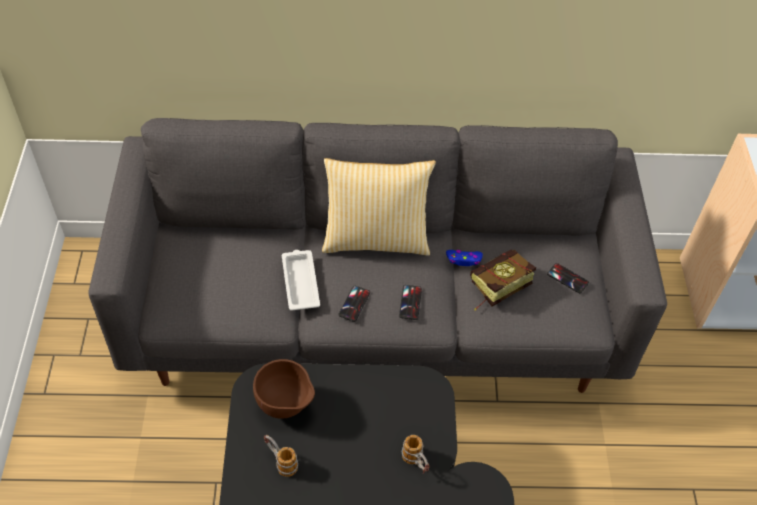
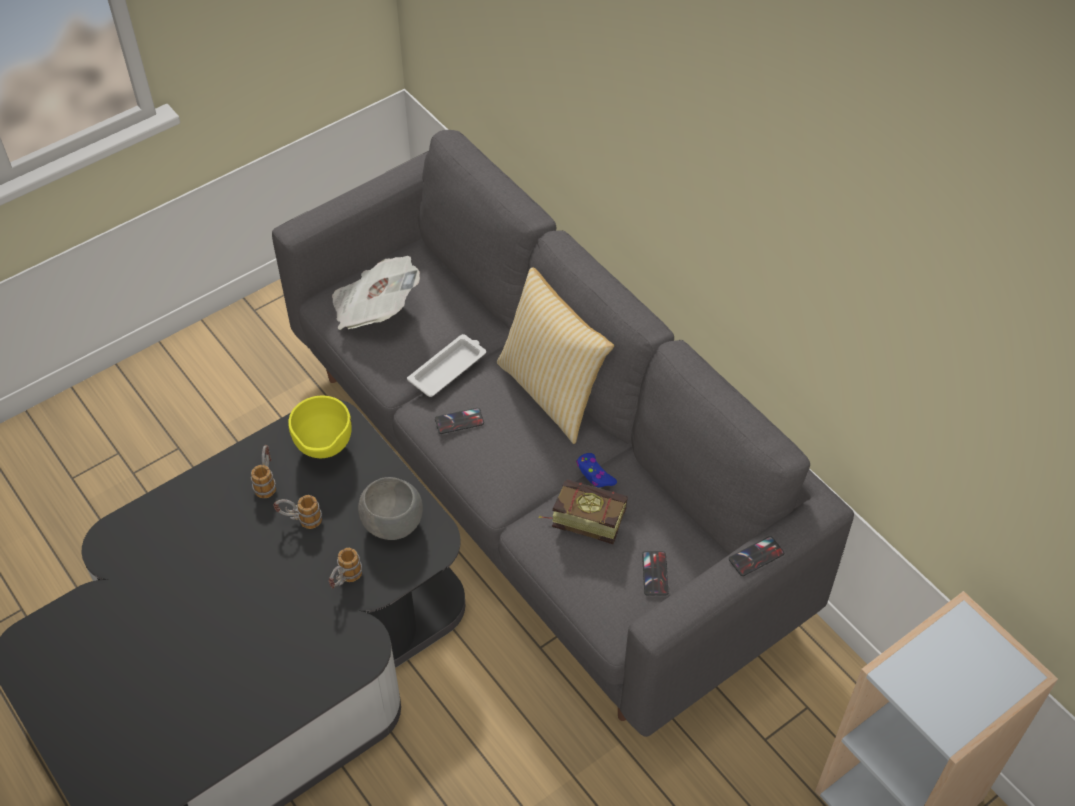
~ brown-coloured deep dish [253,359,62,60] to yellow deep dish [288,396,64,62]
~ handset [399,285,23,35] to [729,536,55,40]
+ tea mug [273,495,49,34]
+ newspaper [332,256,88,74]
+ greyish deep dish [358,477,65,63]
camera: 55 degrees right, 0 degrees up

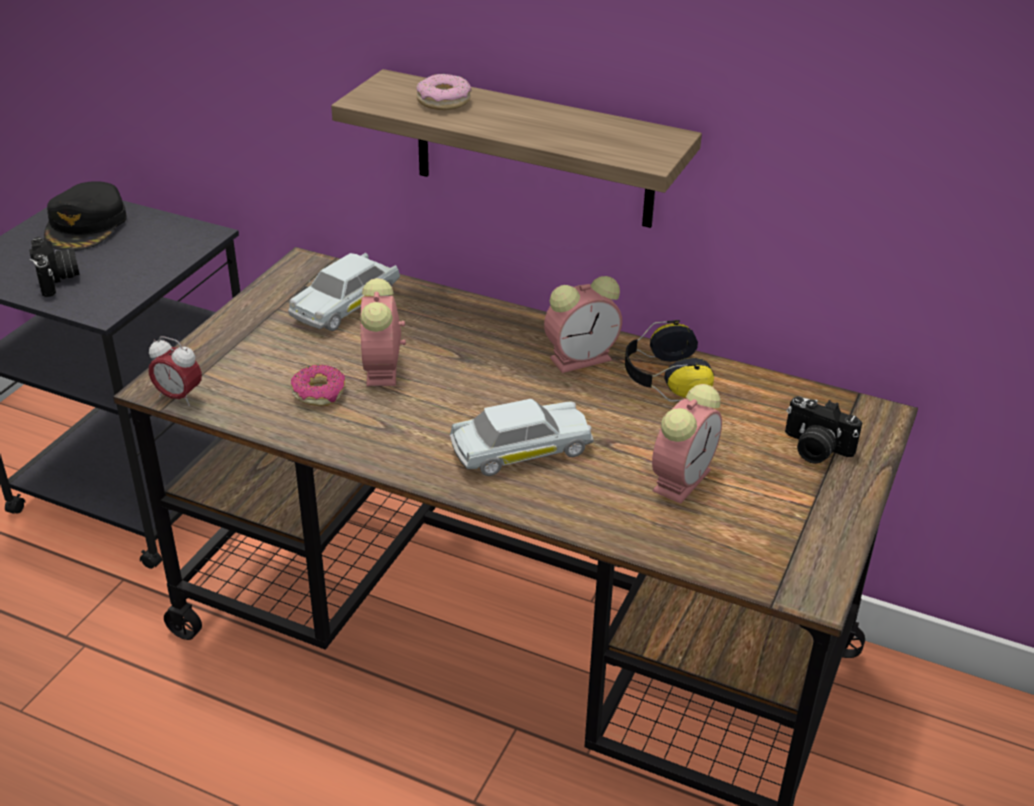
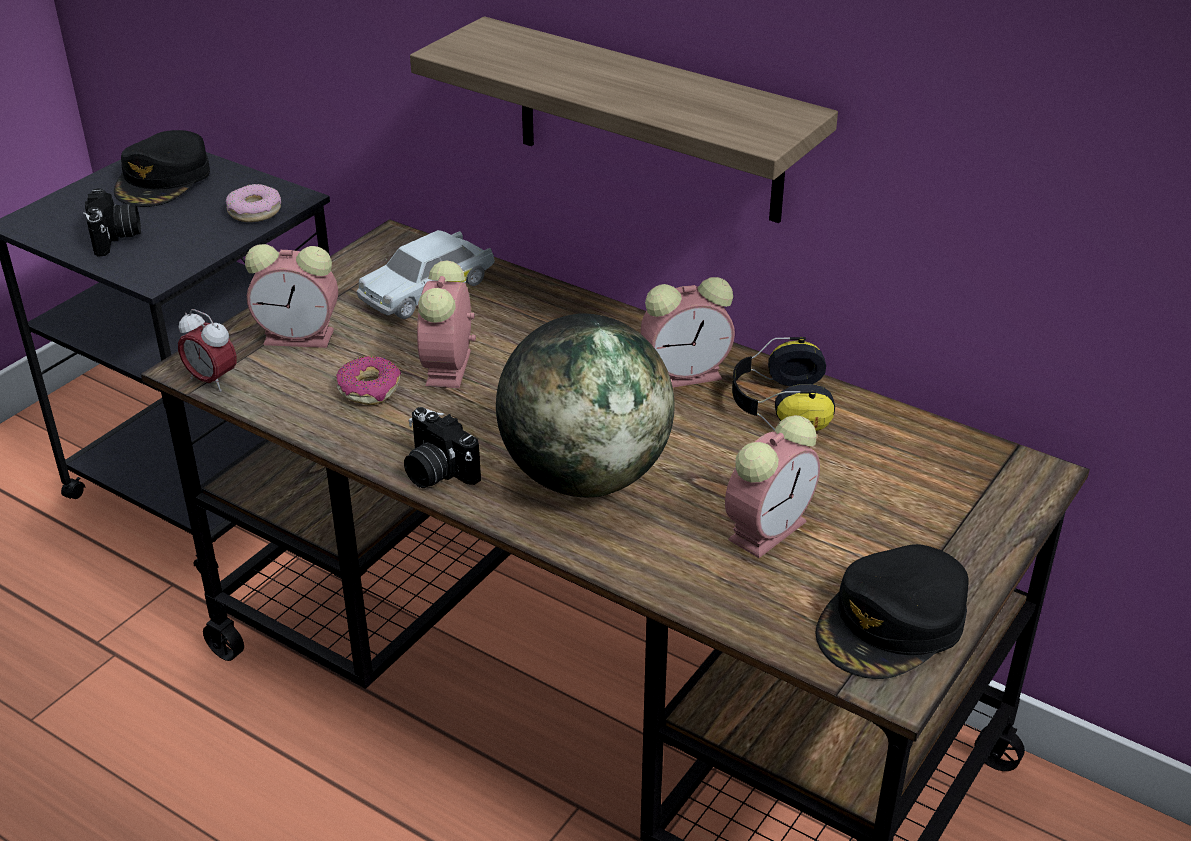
~ doughnut [416,74,56,36] to [226,184,55,38]
~ white-coloured miniature car [450,399,144,77] to desk globe [496,313,179,184]
~ still camera [785,396,78,68] to [404,407,77,81]
+ bedside clock [245,244,93,104]
+ blackish baseball cap [815,544,153,135]
camera: 10 degrees right, 0 degrees up

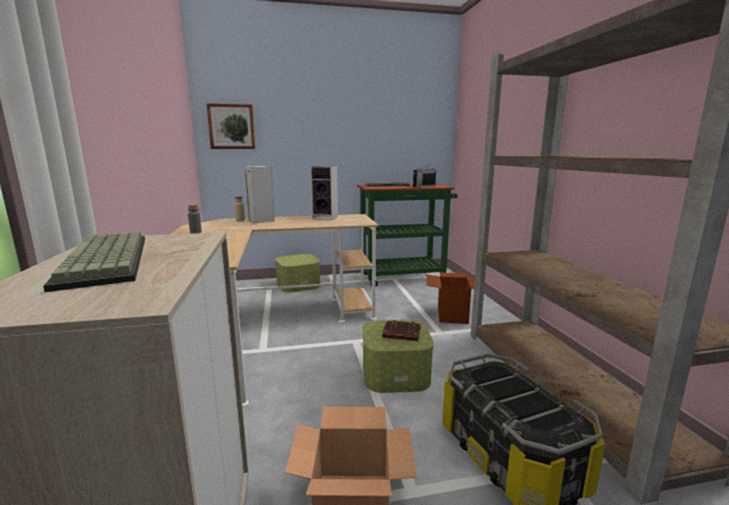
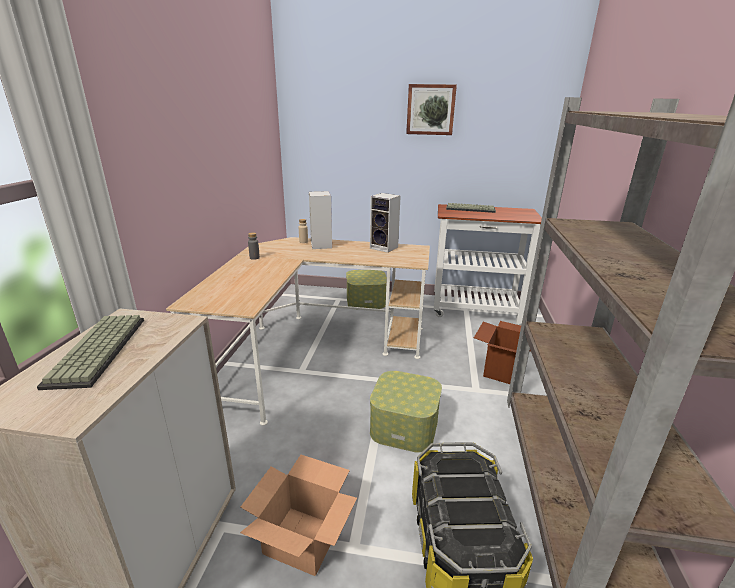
~ wall picture [206,103,49,46] to [406,84,51,51]
~ greenish trolley [357,184,101,102] to white-coloured trolley [434,204,108,121]
- brown-coloured volume [382,320,39,21]
- radio [413,165,23,22]
camera: 20 degrees right, 10 degrees up

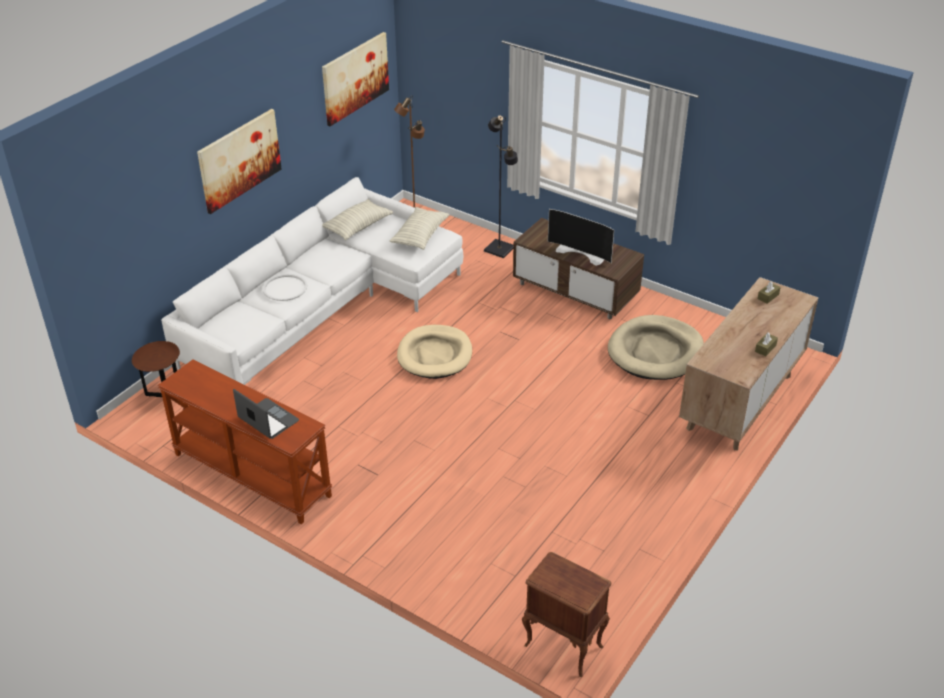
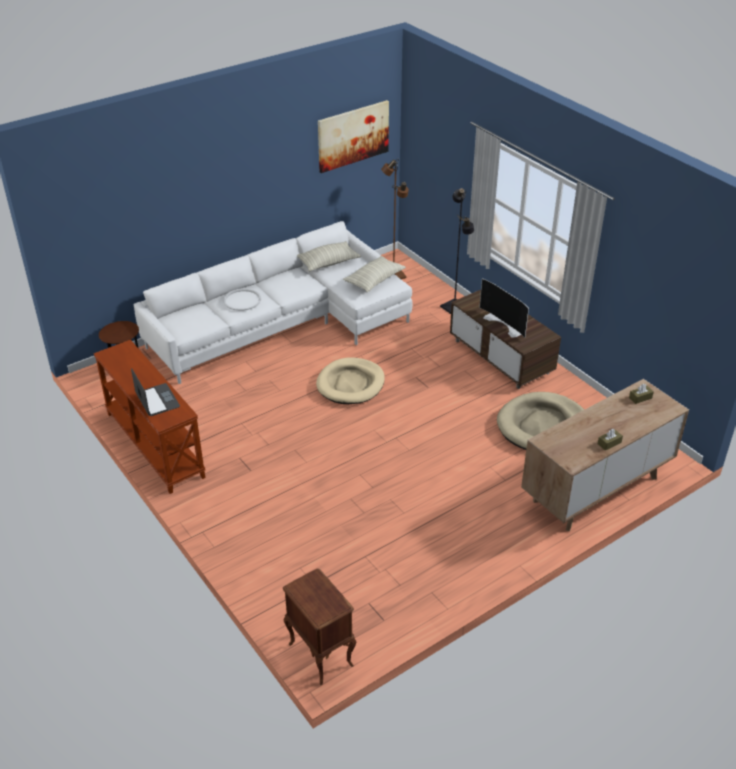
- wall picture [197,109,85,105]
camera: 20 degrees right, 0 degrees up

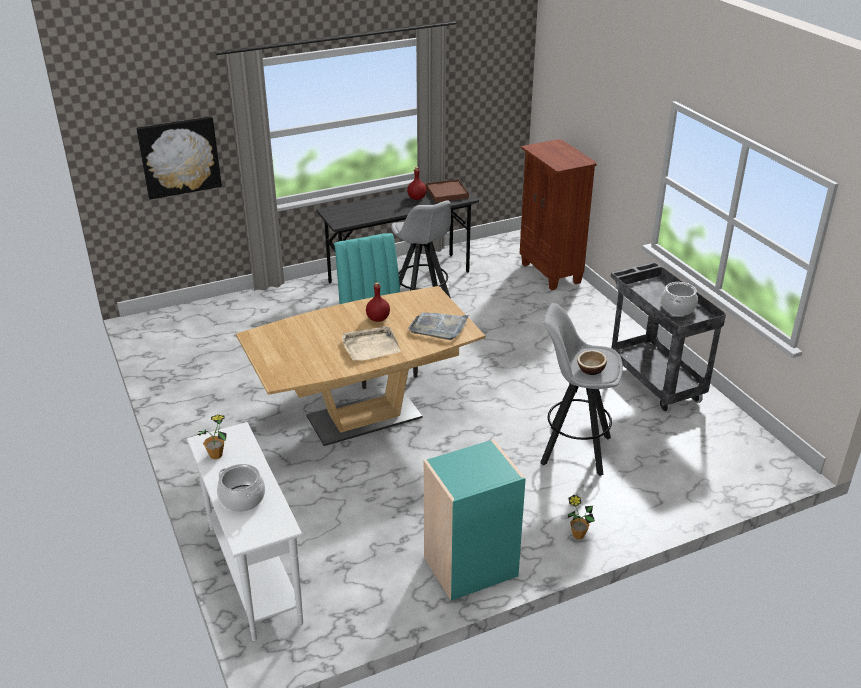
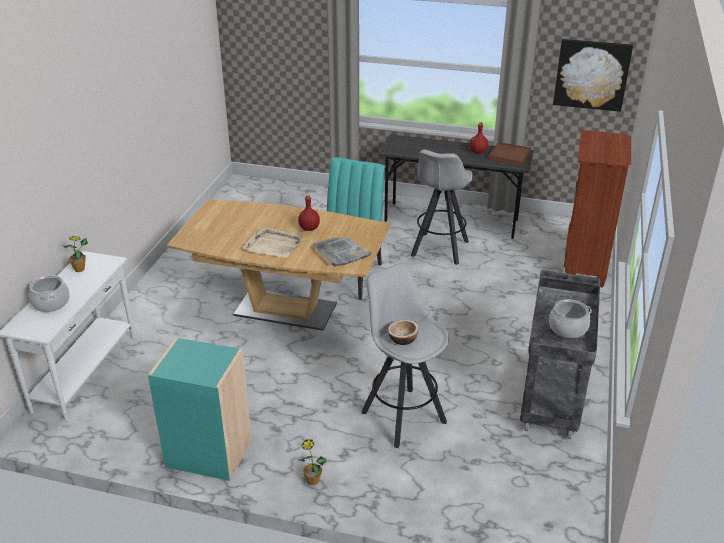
~ wall picture [136,117,86,83] to [553,39,80,73]
camera: 40 degrees right, 0 degrees up

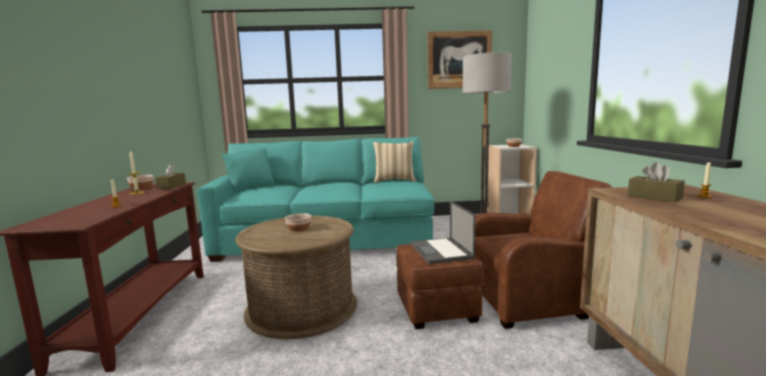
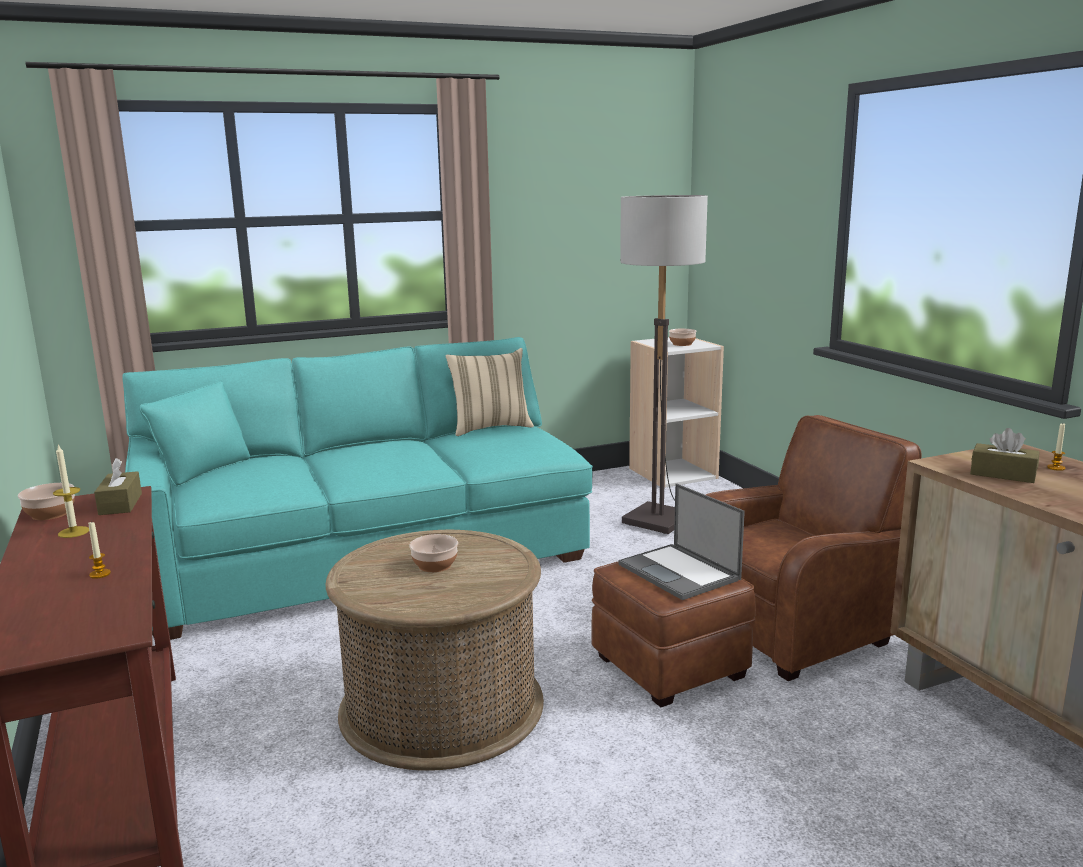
- wall picture [428,30,64,59]
camera: 20 degrees left, 5 degrees up

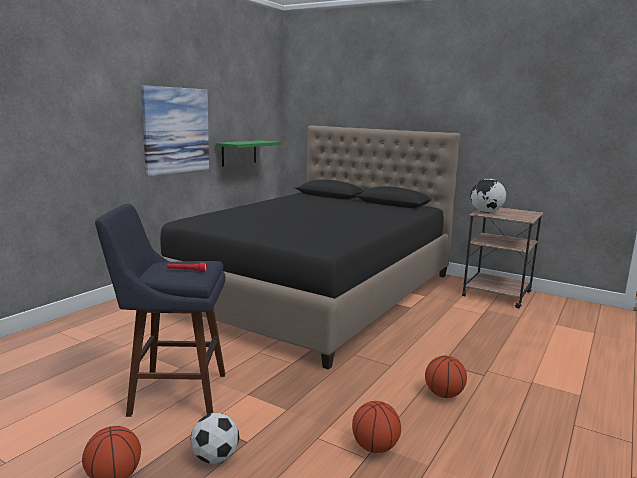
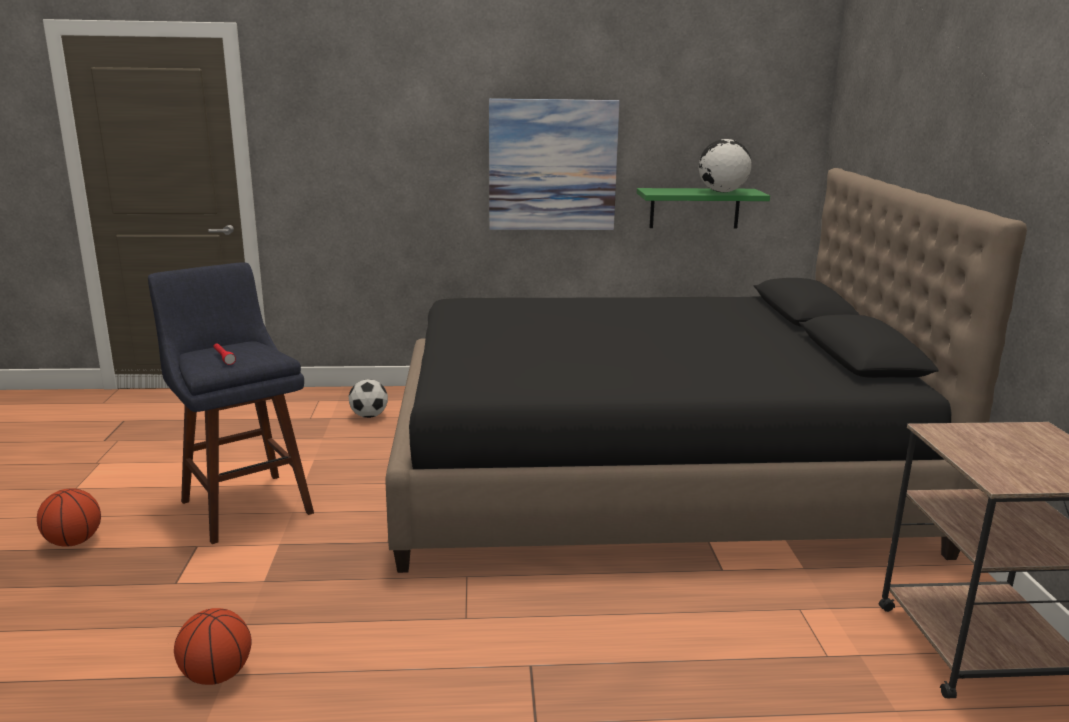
~ ball for football [190,413,49,51] to [349,379,39,39]
- ball for basketball [425,356,42,42]
~ desk globe [471,178,35,35] to [699,139,53,53]
camera: 55 degrees right, 5 degrees up

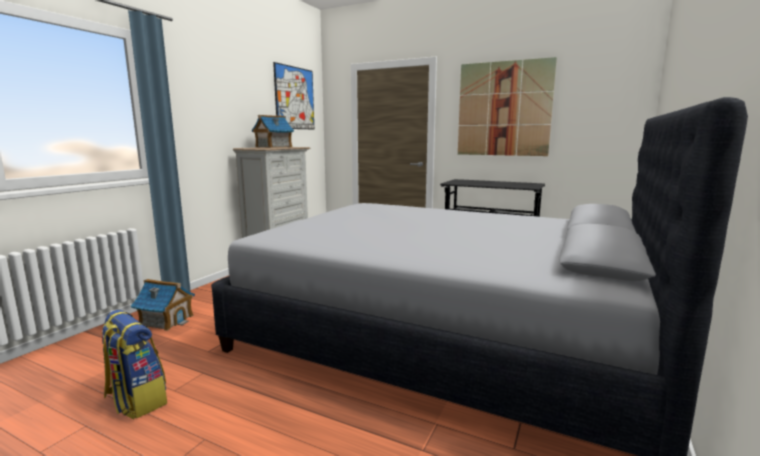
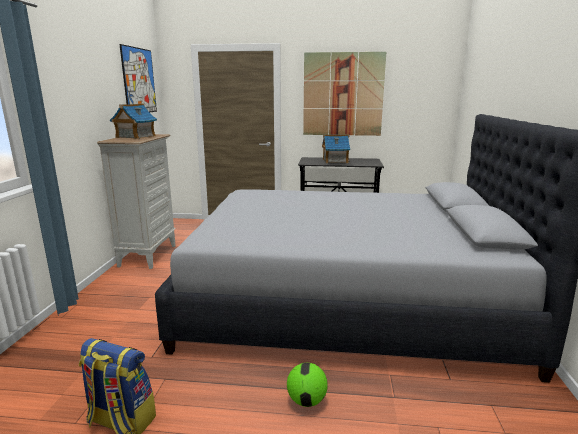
~ toy house [131,279,64,52] to [322,134,28,29]
+ ball for football [287,363,41,44]
camera: 20 degrees left, 5 degrees up

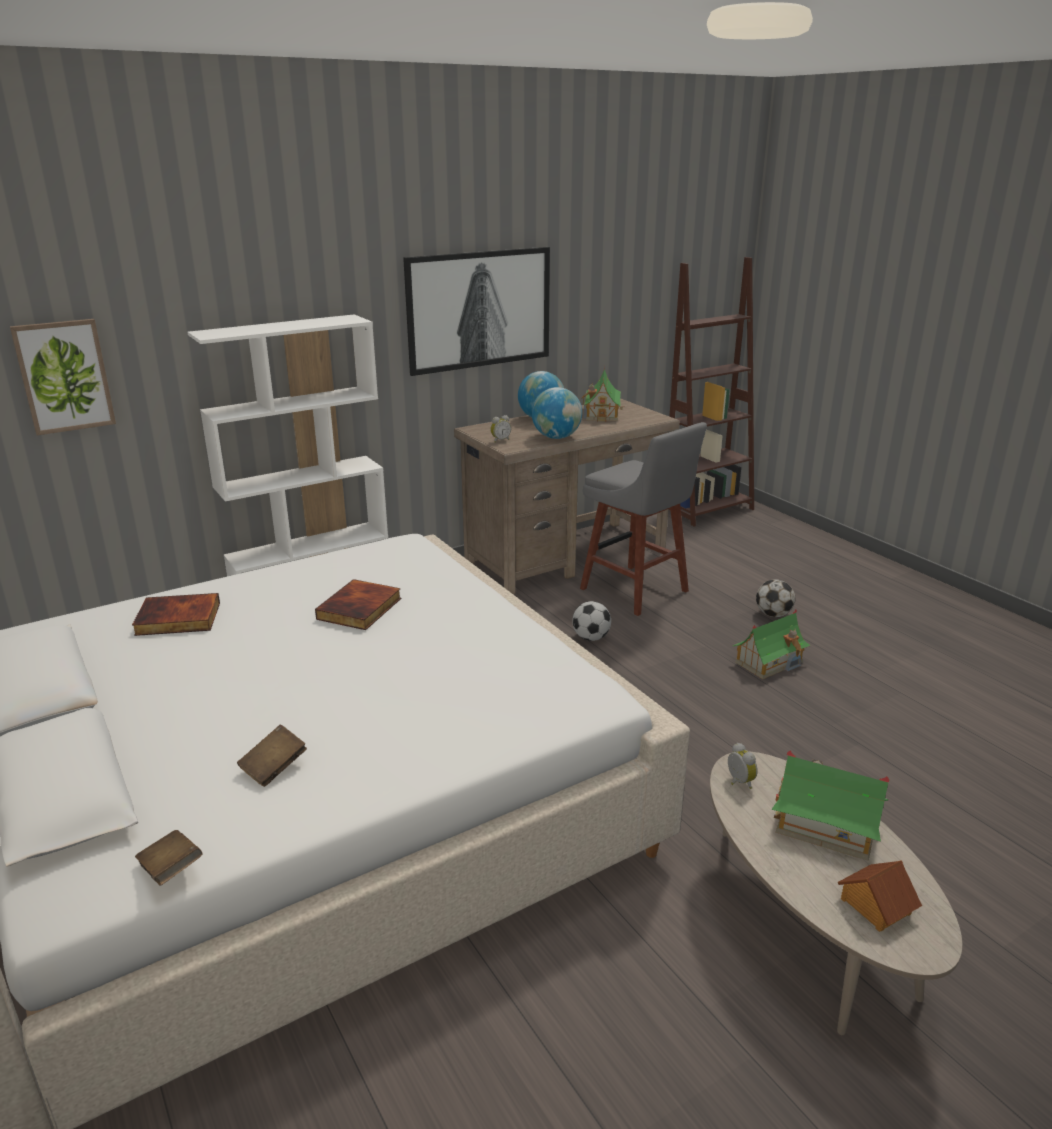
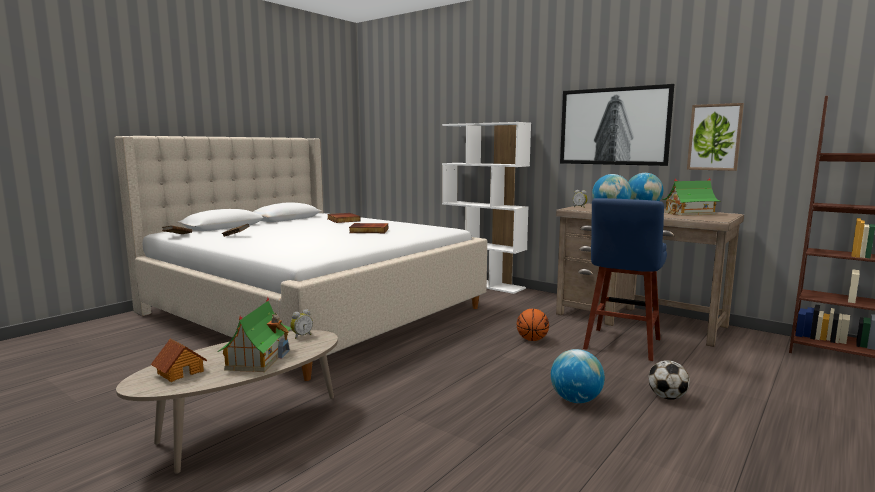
~ wall picture [10,319,106,116] to [687,103,57,68]
~ ball for football [572,601,39,40] to ball for basketball [517,309,32,32]
~ greyish sitting stool [580,422,127,194] to blue-coloured sitting stool [583,198,84,163]
~ toy house [732,610,79,69] to desk globe [551,349,54,54]
camera: 70 degrees right, 15 degrees down

